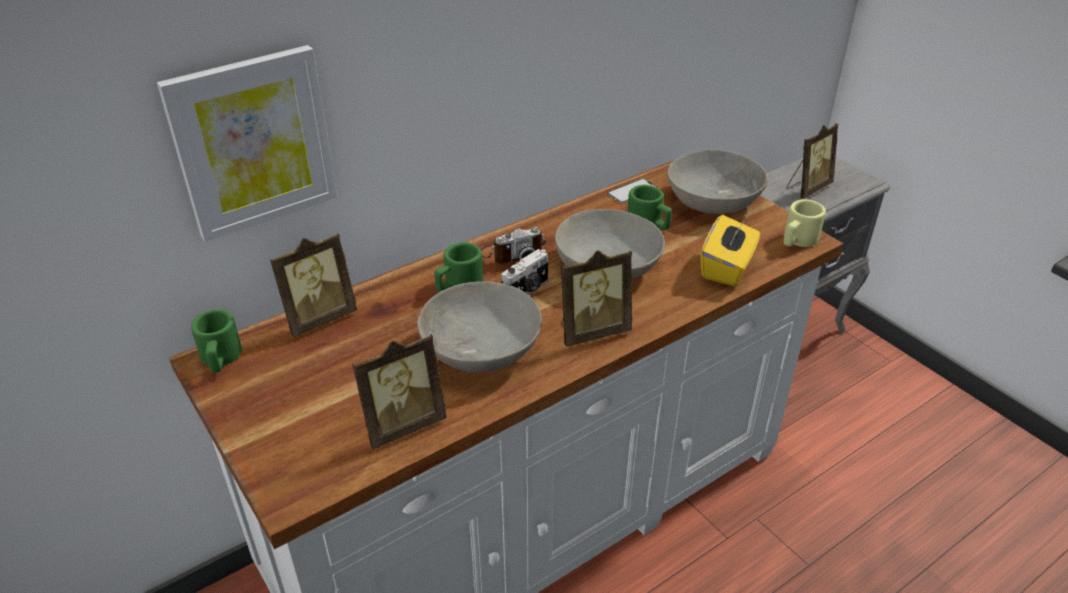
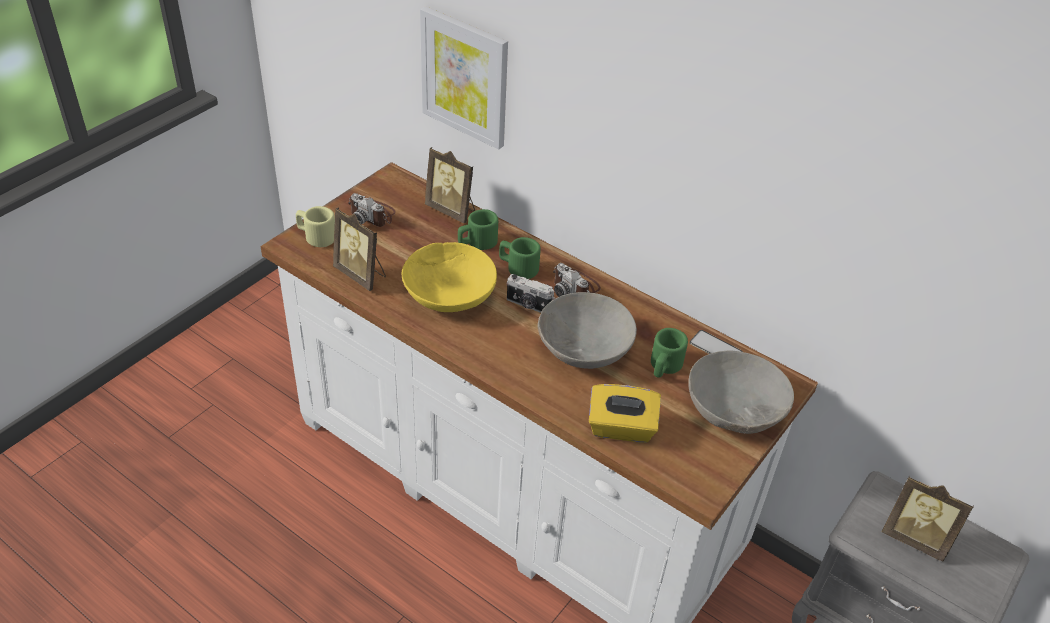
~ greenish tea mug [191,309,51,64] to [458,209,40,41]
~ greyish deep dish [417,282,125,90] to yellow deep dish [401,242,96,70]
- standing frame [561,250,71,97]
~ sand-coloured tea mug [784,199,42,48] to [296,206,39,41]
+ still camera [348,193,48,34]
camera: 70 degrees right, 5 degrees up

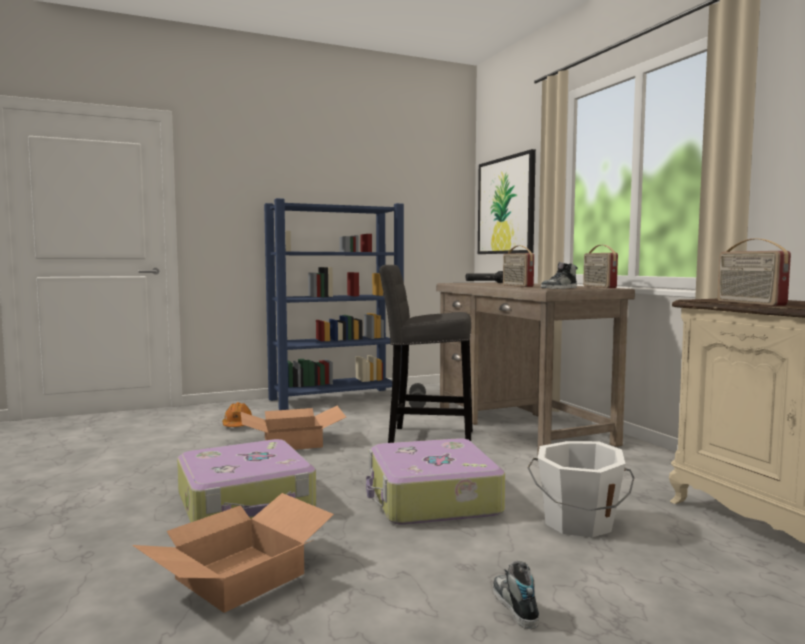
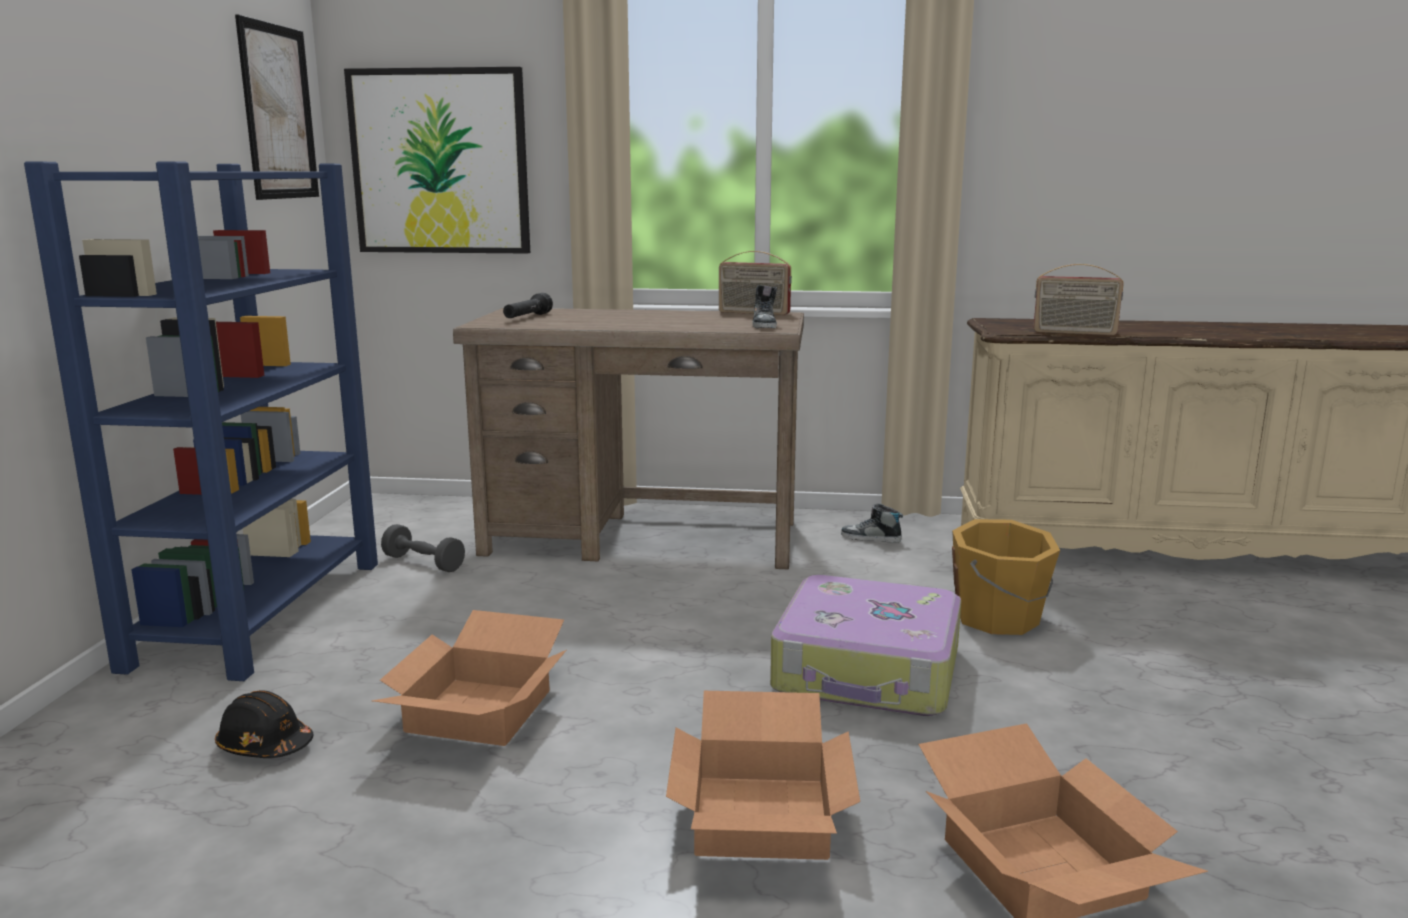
~ suitcase [177,439,139,84] to cardboard box [666,691,194,169]
~ orange work helmet [222,402,30,25] to blackish work helmet [215,690,98,68]
- greyish sitting stool [379,265,94,178]
~ low shoe [493,561,46,68] to [841,503,62,40]
- radio [503,245,31,42]
~ white-coloured pail [528,441,107,96] to orange pail [952,519,108,116]
+ wall picture [235,14,84,186]
camera: 60 degrees left, 10 degrees up

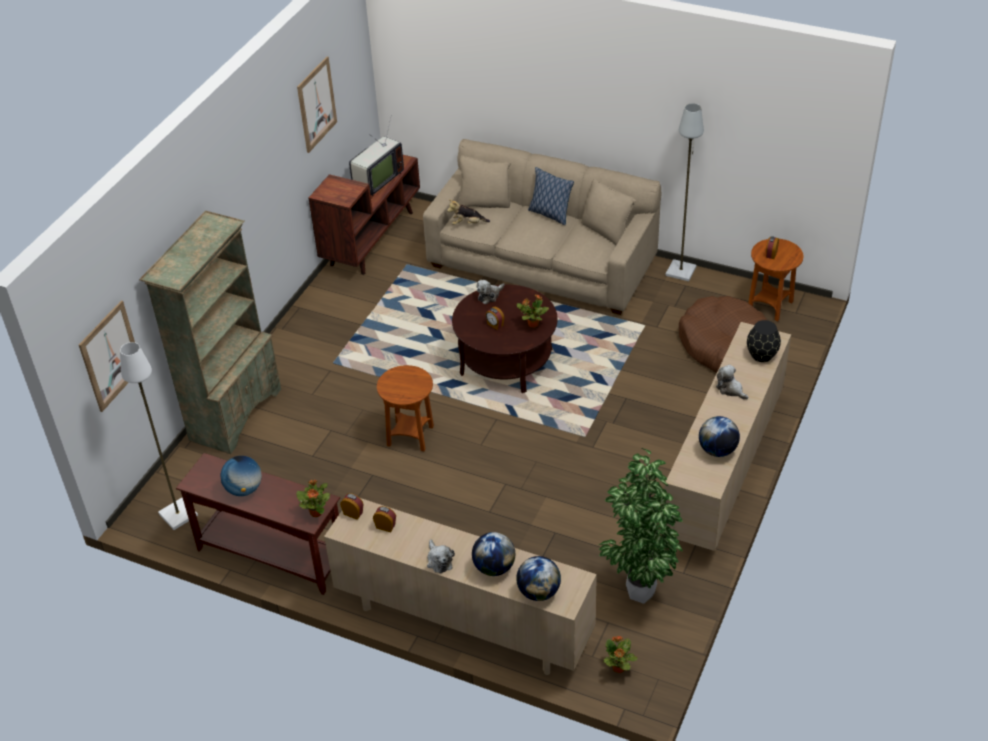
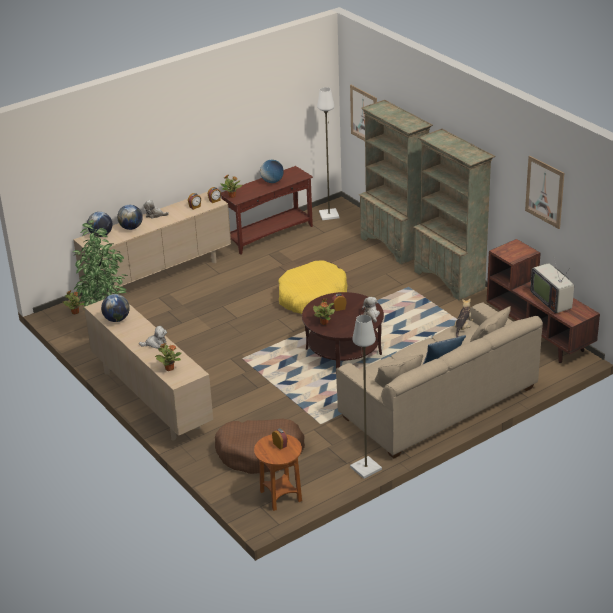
~ brown-coloured accent table [377,365,57,86] to yellow dog bed [279,260,68,54]
~ blackish flower vase [747,320,34,42] to potted plant [155,343,26,28]
+ greenish shelving unit [413,129,82,171]
camera: 120 degrees right, 10 degrees down

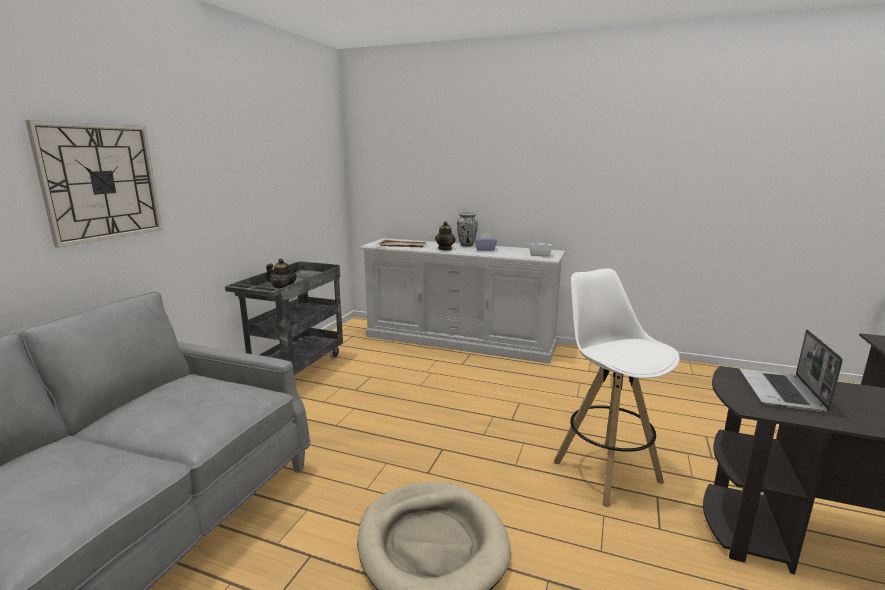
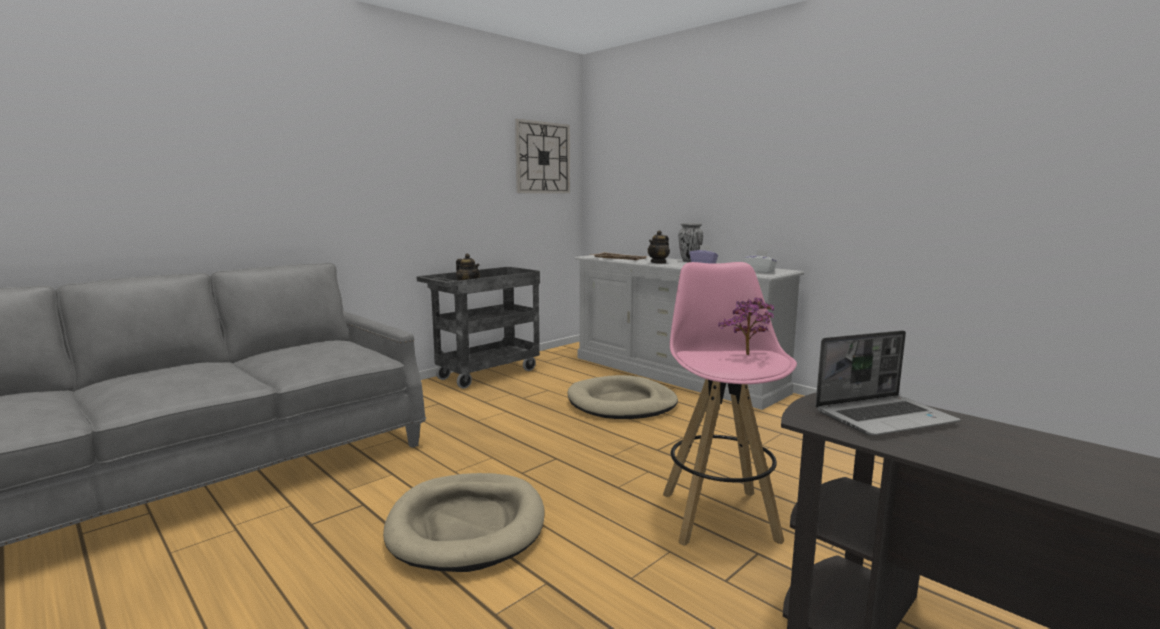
~ hanging clock [25,120,138,128] to [515,119,55,74]
~ white-coloured sitting stool [554,268,126,239] to pink sitting stool [663,262,134,284]
~ laptop [740,329,103,84] = [815,330,146,105] 150 degrees counterclockwise
+ sand-coloured dog bed [567,375,111,44]
+ potted plant [718,297,56,58]
camera: 25 degrees right, 5 degrees down

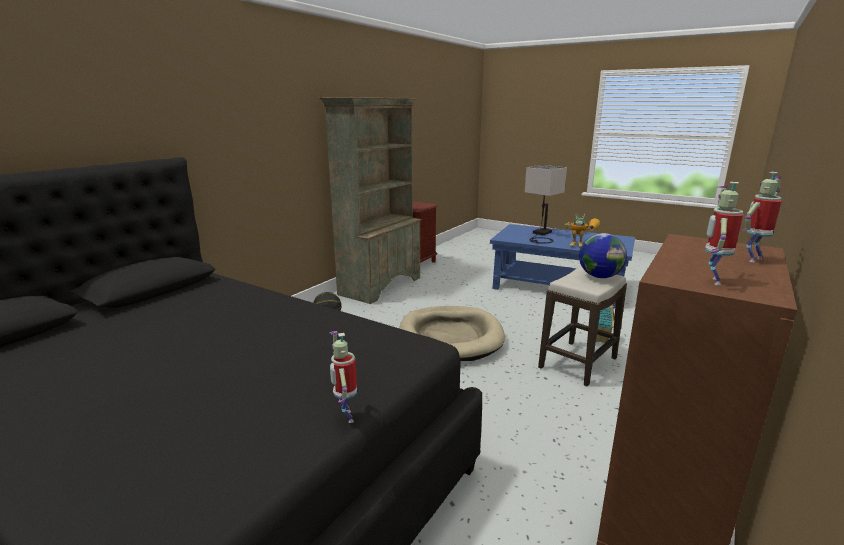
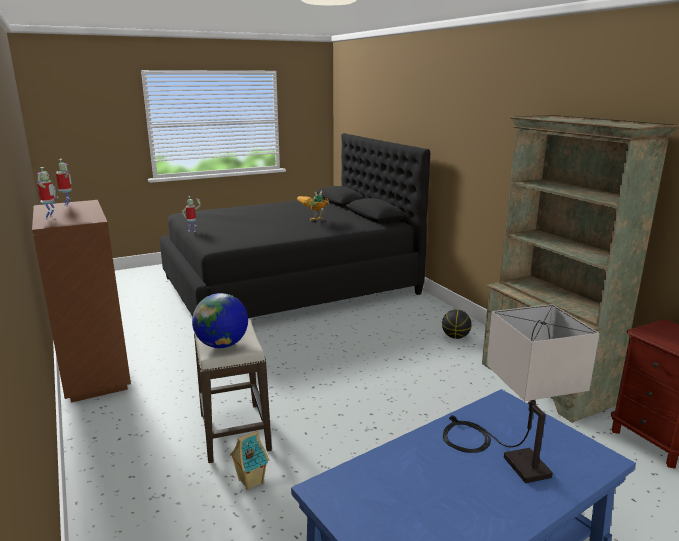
- sand-coloured dog bed [399,306,106,55]
~ toy robot [565,213,35,35] to [297,191,32,30]
camera: 120 degrees right, 0 degrees up

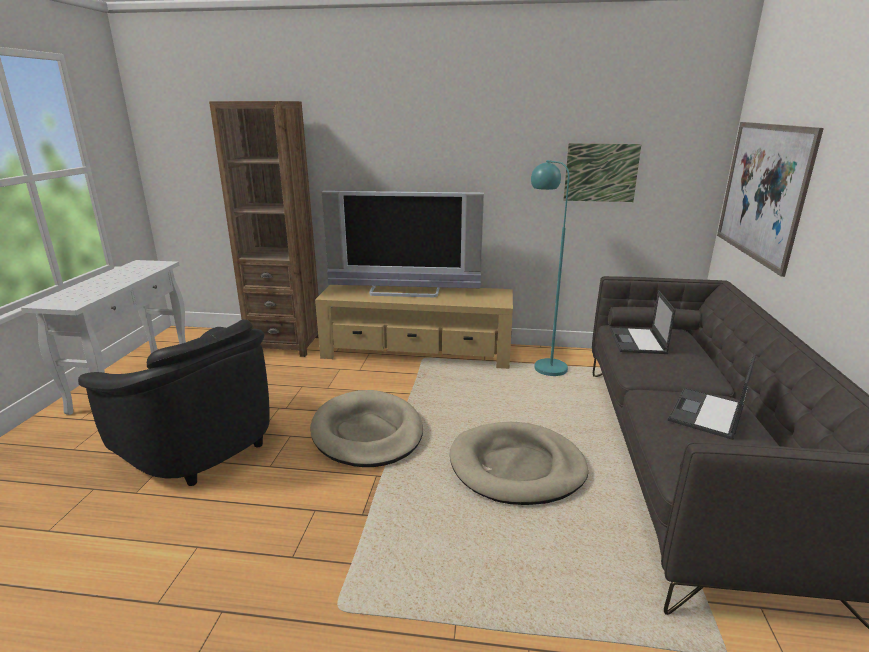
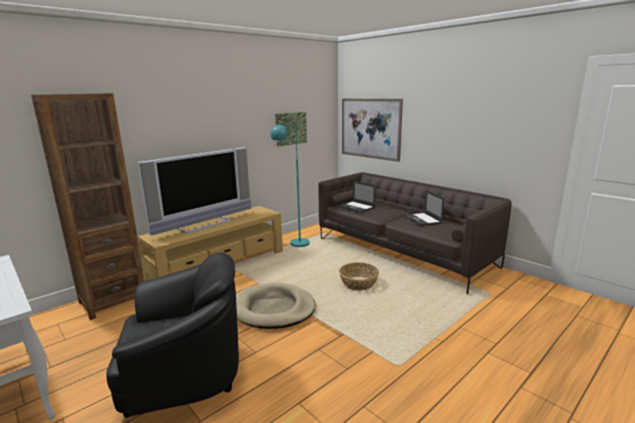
~ sand-coloured dog bed [450,422,138,83] to storage basket [339,262,40,29]
camera: 50 degrees left, 5 degrees down

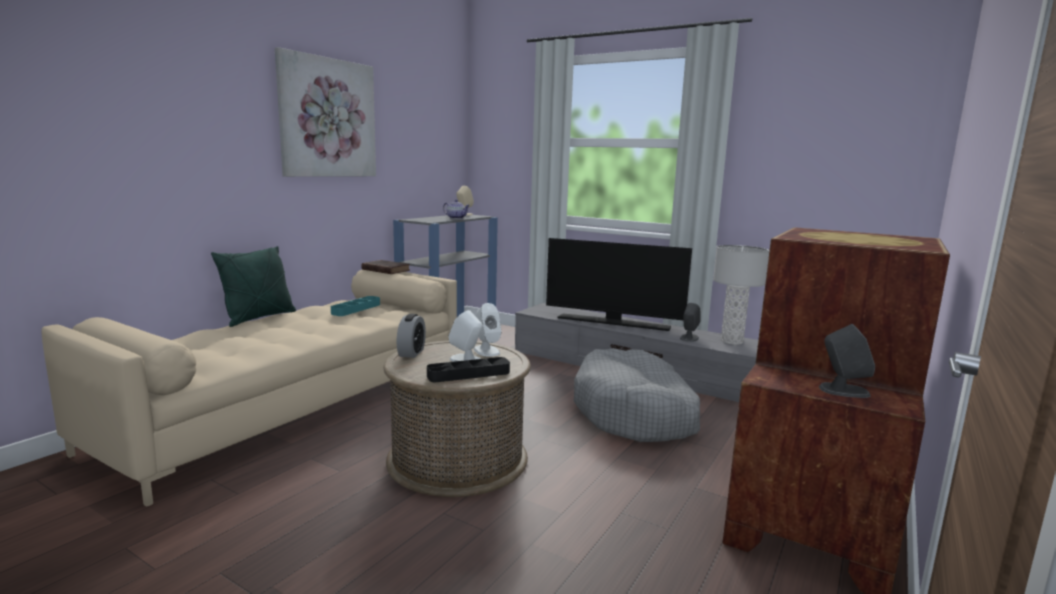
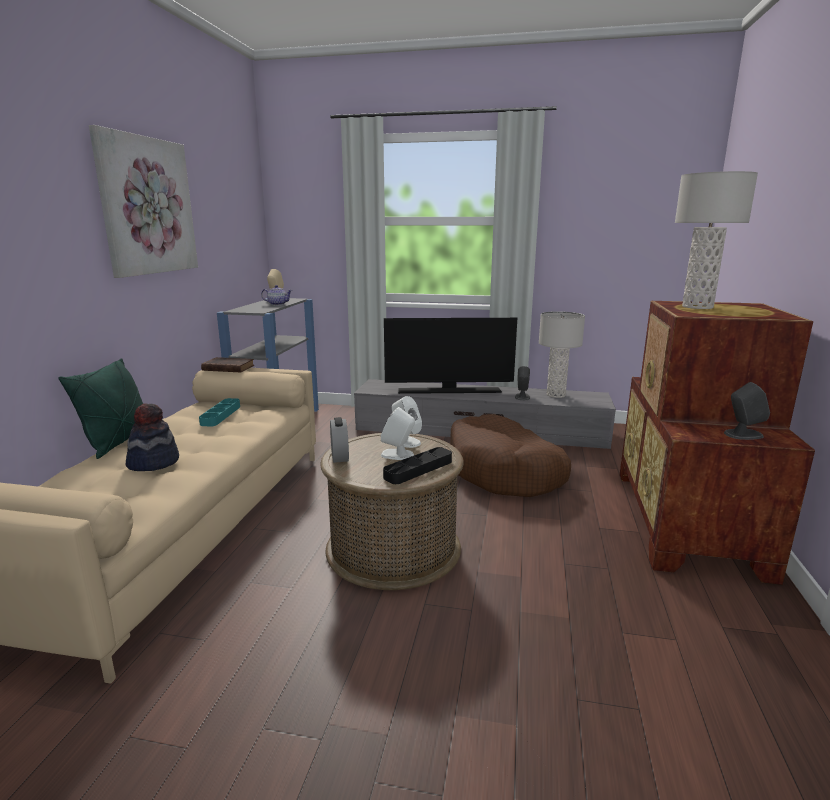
~ greyish dog bed [574,348,126,94] to brown-coloured dog bed [450,414,121,83]
+ clothing hat [126,403,53,68]
+ white-coloured tabletop lamp [675,171,83,138]
camera: 20 degrees left, 5 degrees up

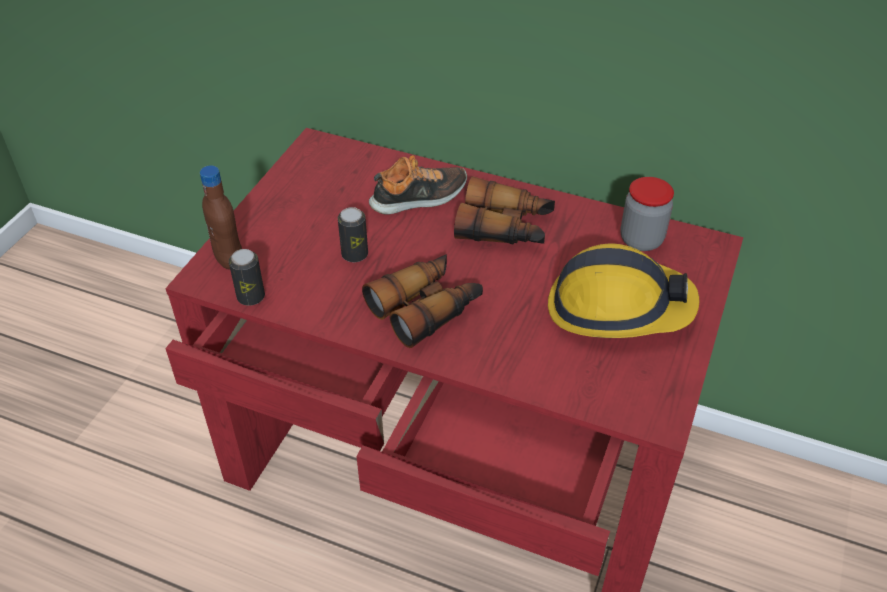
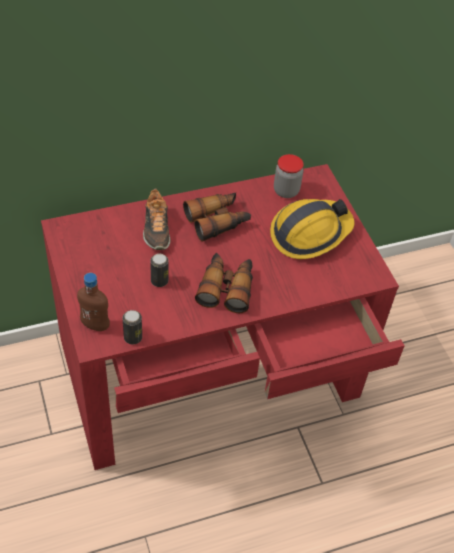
~ low shoe [369,155,98,59] = [143,188,27,62] 150 degrees clockwise
camera: 45 degrees left, 5 degrees up

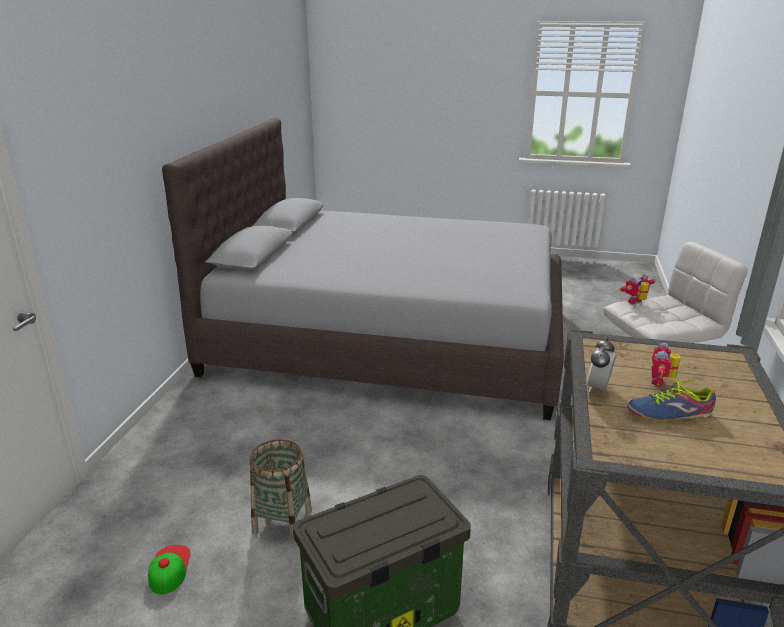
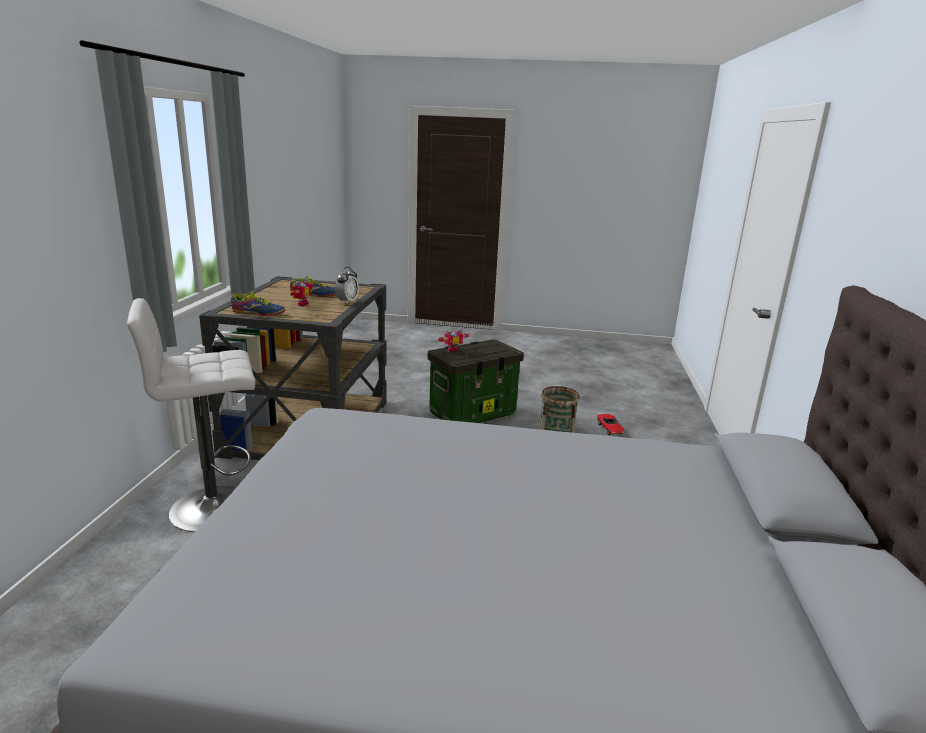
~ baseball cap [148,545,42,49] to miniature car [596,414,29,21]
~ toy robot [619,274,37,30] to [437,329,34,23]
+ low shoe [231,291,55,25]
camera: 175 degrees right, 5 degrees down

